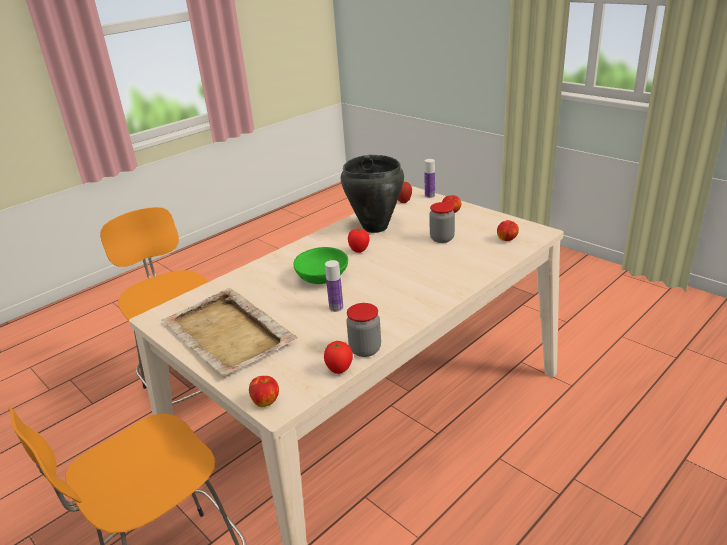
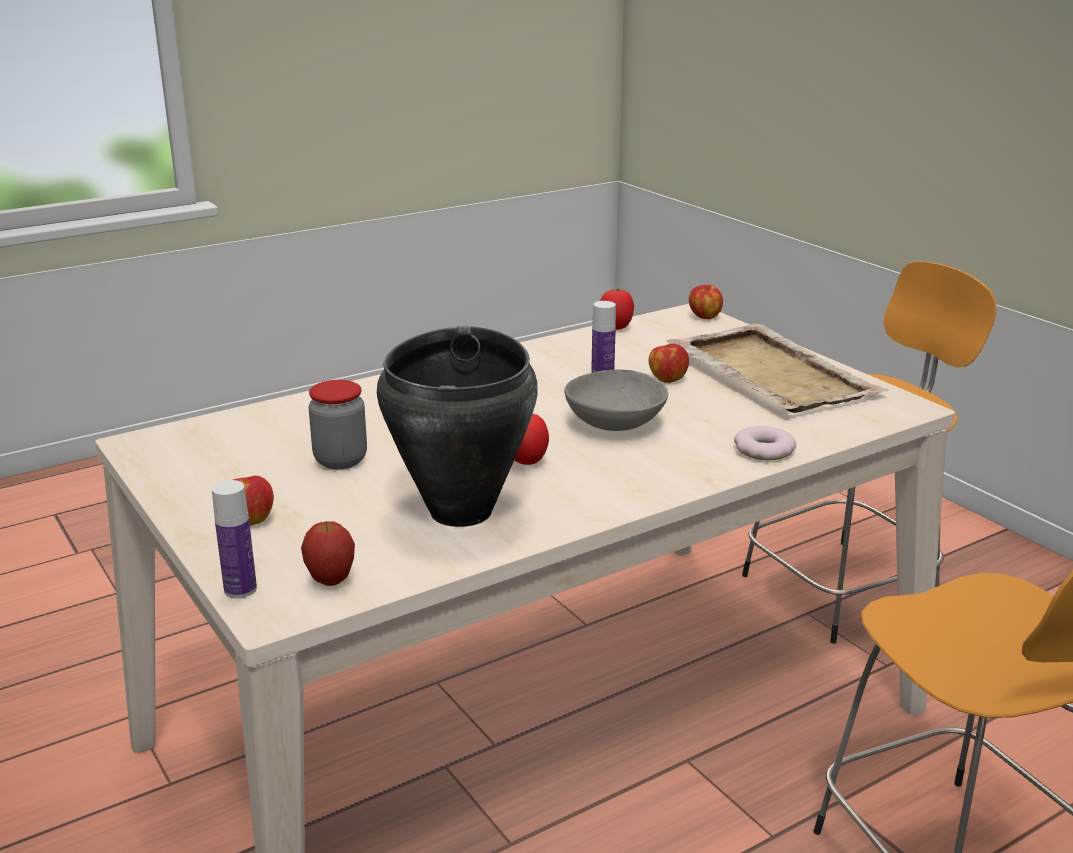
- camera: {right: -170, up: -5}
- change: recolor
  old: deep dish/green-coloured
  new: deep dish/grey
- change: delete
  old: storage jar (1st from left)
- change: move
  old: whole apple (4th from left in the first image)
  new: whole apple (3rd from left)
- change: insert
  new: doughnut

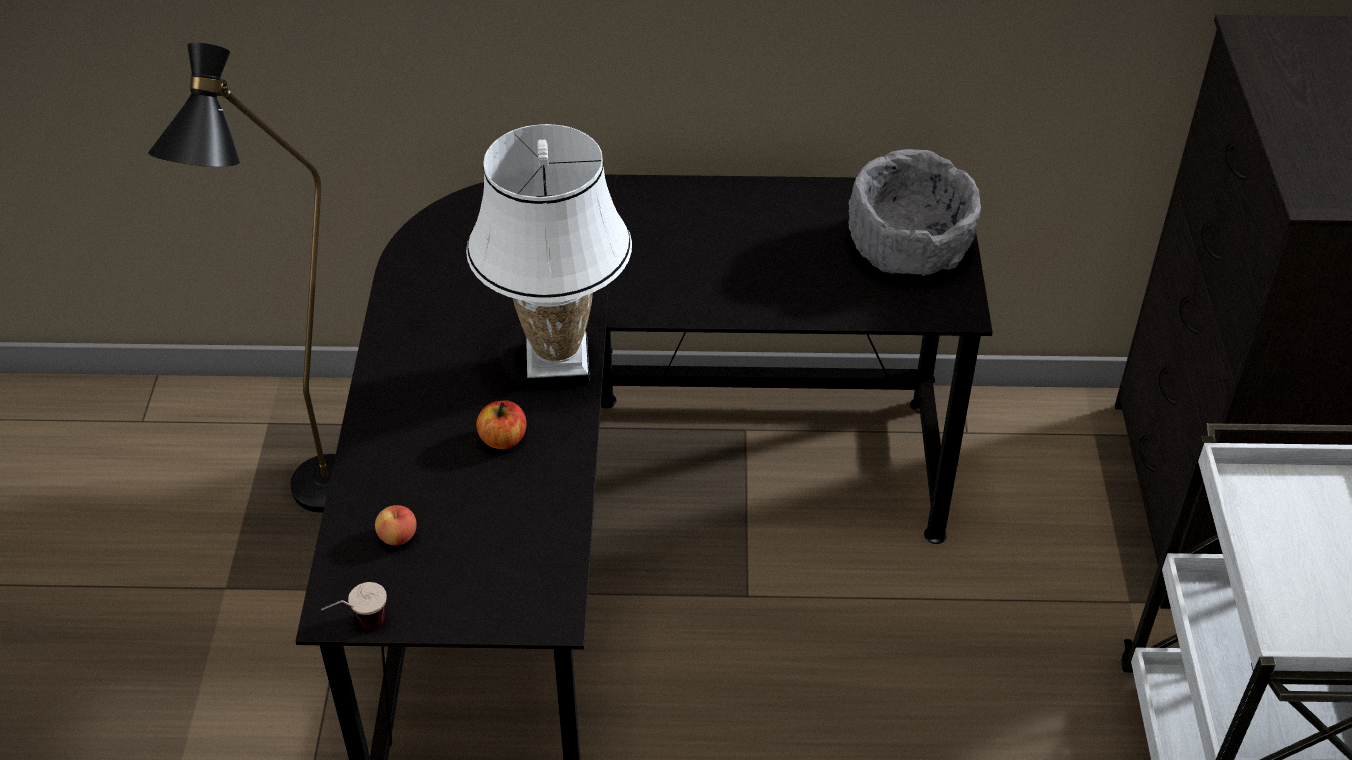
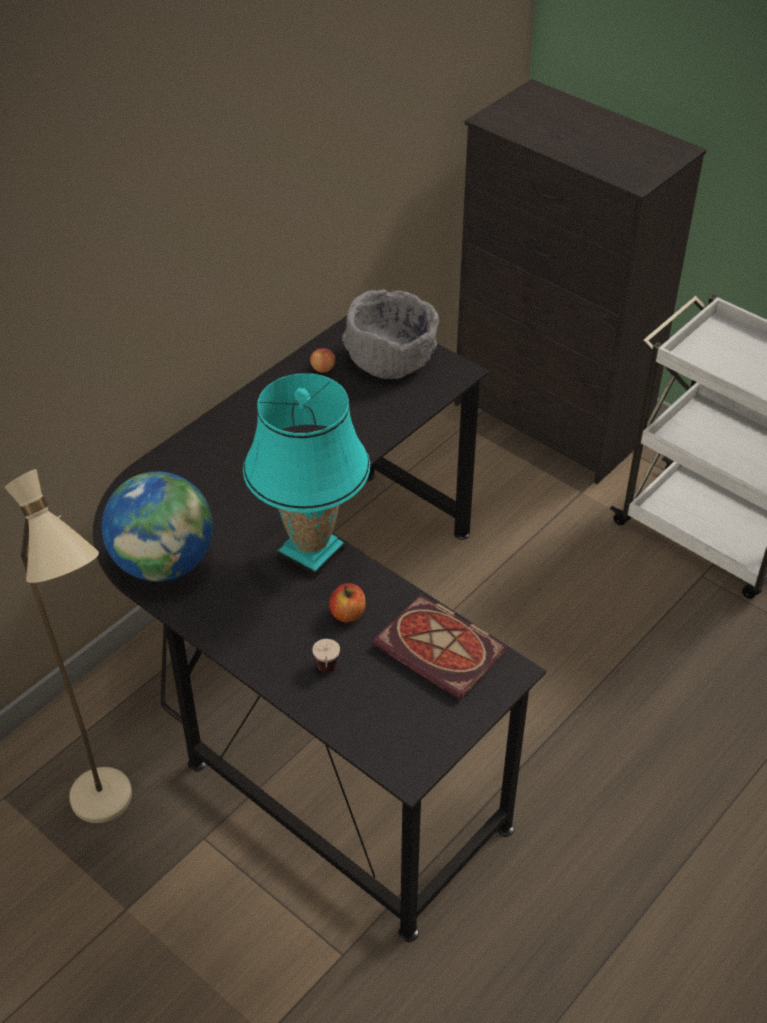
- camera: {right: -50, up: 0}
- change: recolor
  old: standing lamp/black-coloured
  new: standing lamp/beige-coloured
- change: move
  old: small cup
- change: move
  old: whole apple (1st from left)
- change: recolor
  old: lamp for a table/white-coloured
  new: lamp for a table/blue-green
- change: insert
  new: world globe
- change: insert
  new: book

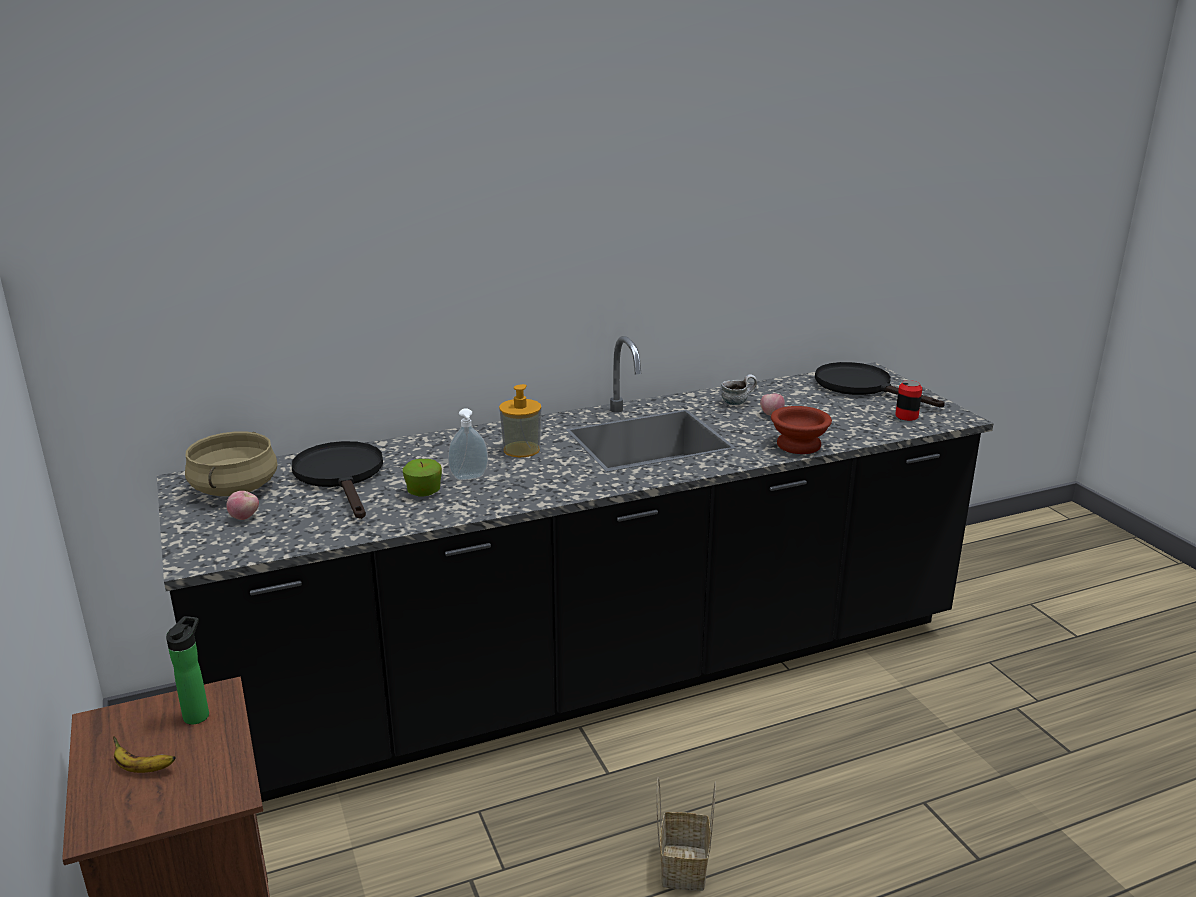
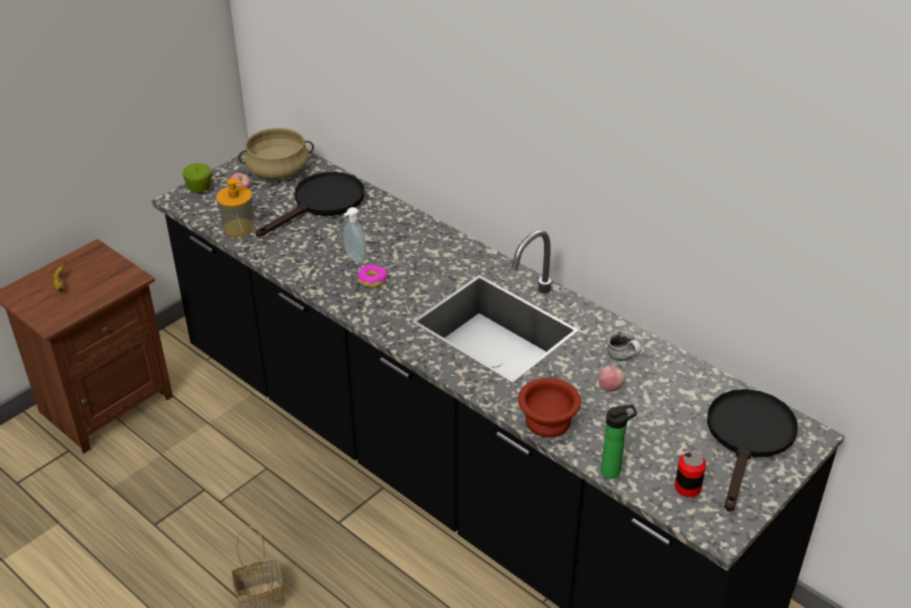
- camera: {right: 65, up: 15}
- change: move
  old: bottle
- change: move
  old: whole apple (2nd from left in the first image)
  new: whole apple (1st from left)
- change: move
  old: liquid soap bottle (2nd from left in the first image)
  new: liquid soap bottle (1st from left)
- change: insert
  new: doughnut

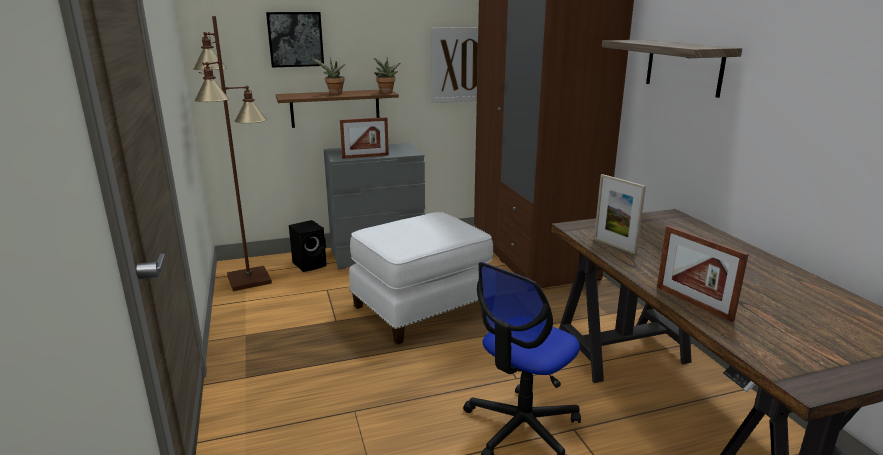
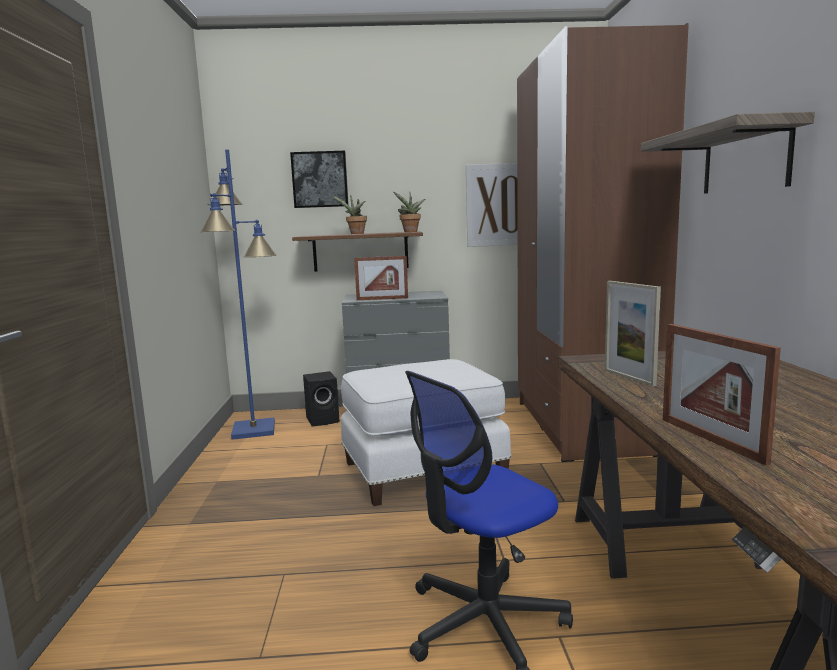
- camera: {right: 15, up: -10}
- change: recolor
  old: standing lamp/brown
  new: standing lamp/blue

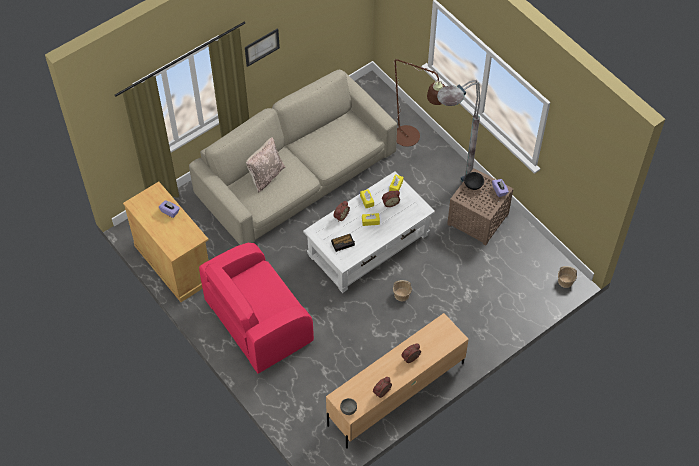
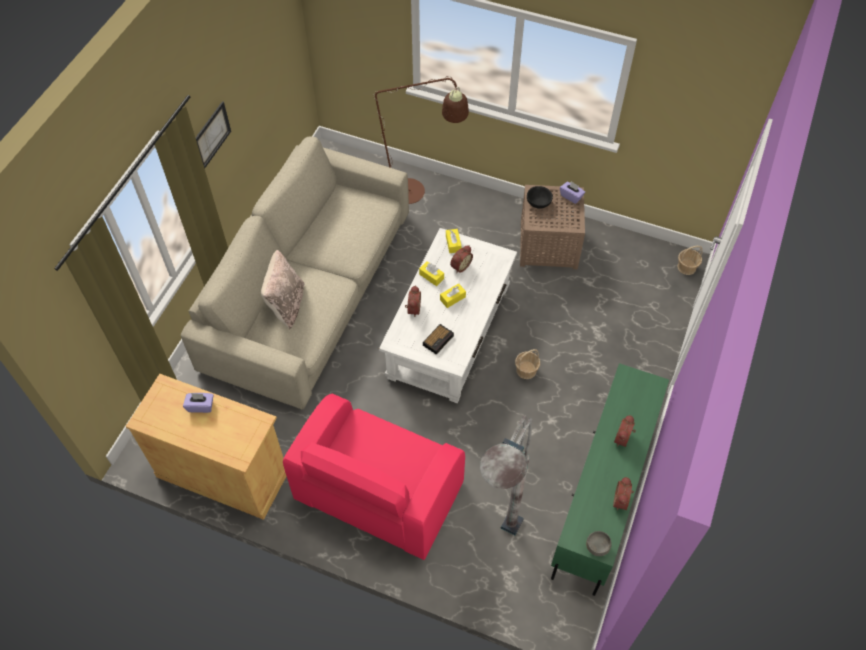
- camera: {right: -30, up: 0}
- change: recolor
  old: tv unit/beige-coloured
  new: tv unit/green-coloured
- change: move
  old: standing lamp/grey

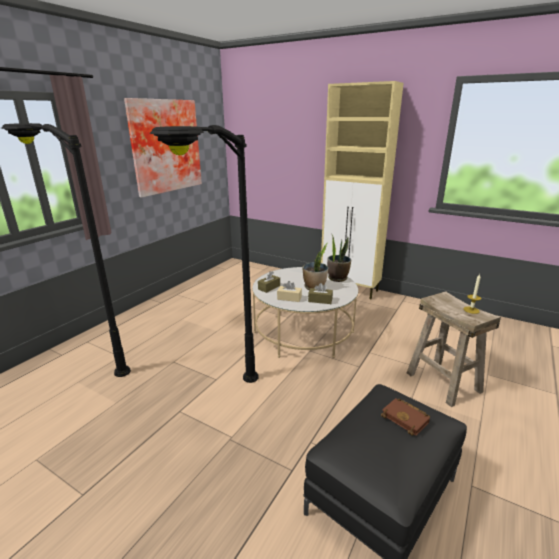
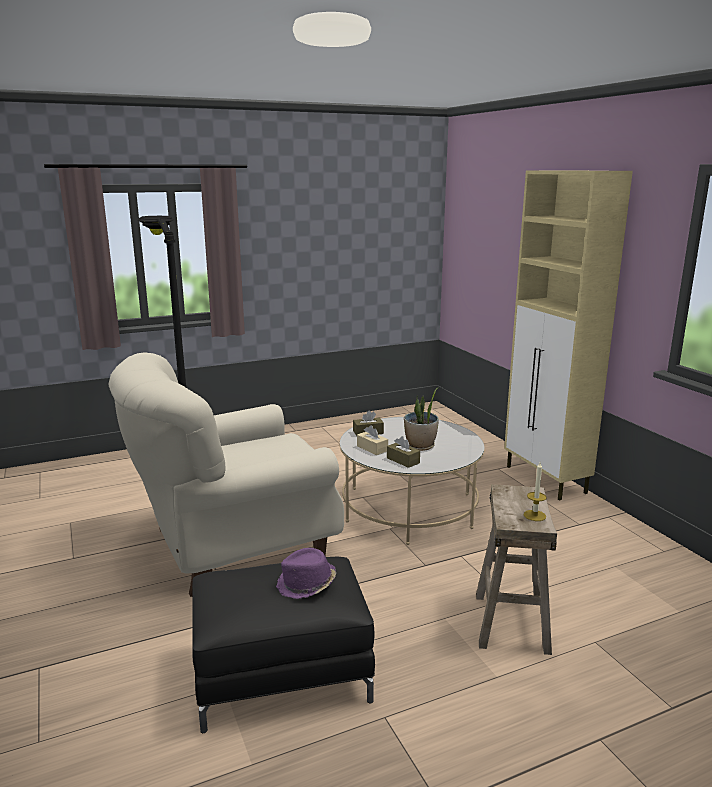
- camera: {right: 35, up: -5}
- change: delete
  old: picture
- change: replace
  old: standing lamp/black-coloured (2nd from left)
  new: armchair/beige-coloured
- change: delete
  old: potted plant (2nd from left)
- change: replace
  old: book/brown
  new: hat/purplish

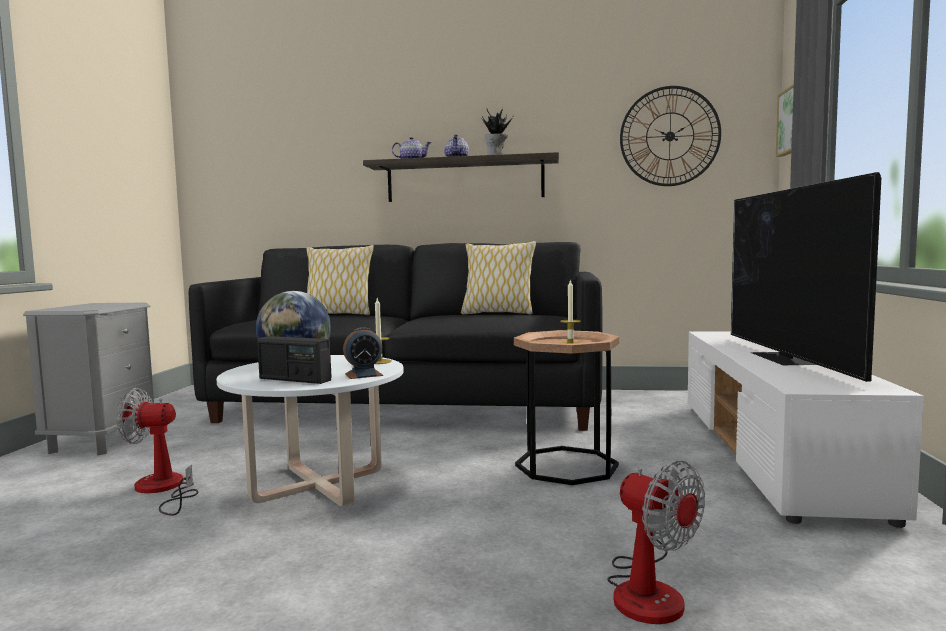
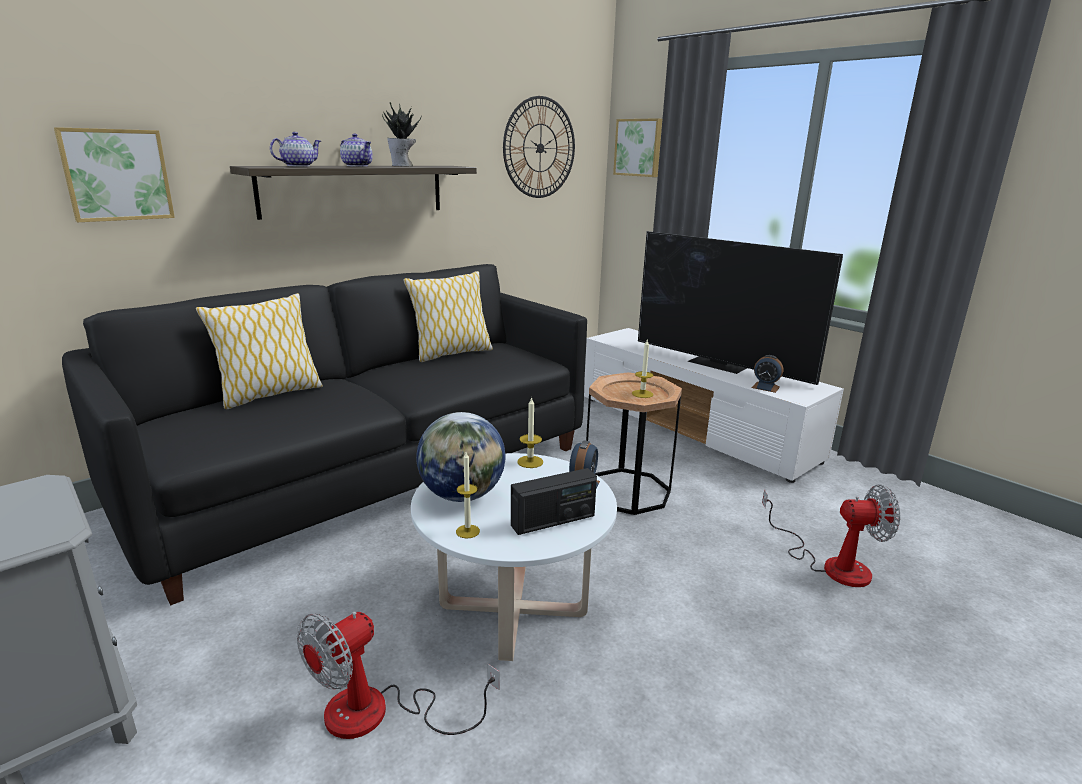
- camera: {right: -50, up: 15}
- change: insert
  new: picture (1st from left)
- change: insert
  new: wax candle (1st from left)
- change: insert
  new: bedside clock (2nd from left)

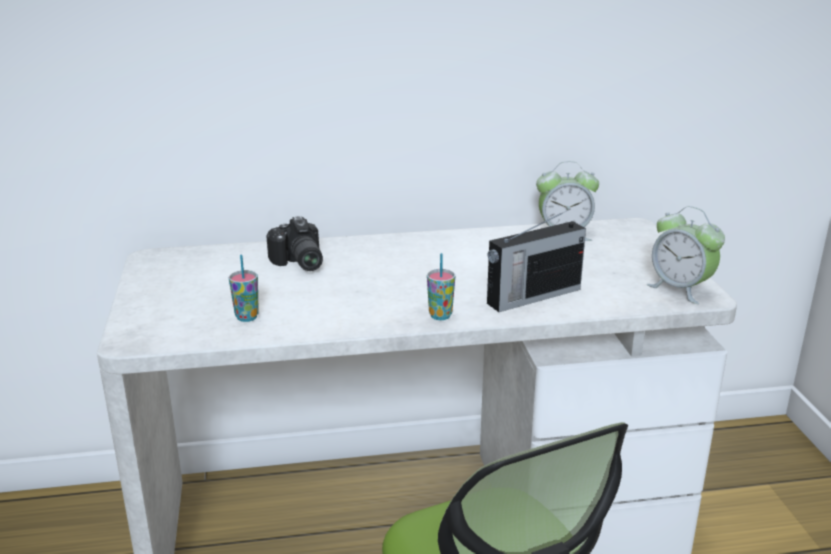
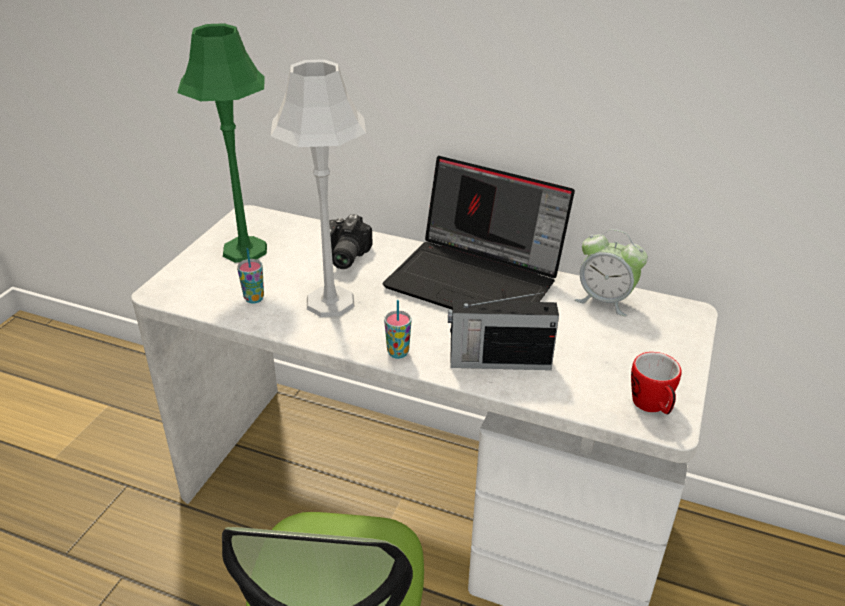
- camera: {right: 30, up: 10}
- change: replace
  old: bedside clock (2nd from left)
  new: tea mug
- change: insert
  new: lamp for a table/green-coloured
- change: insert
  new: lamp for a table/grey
- change: insert
  new: laptop

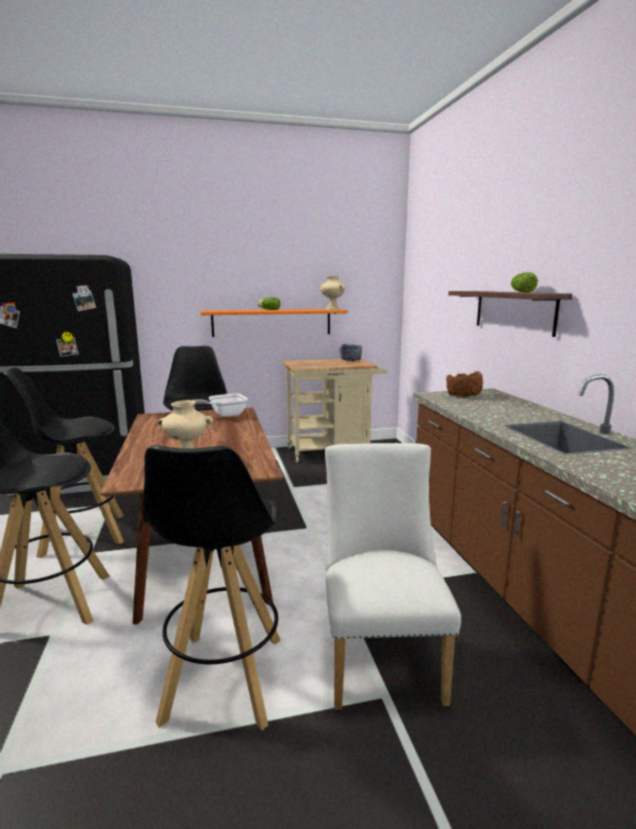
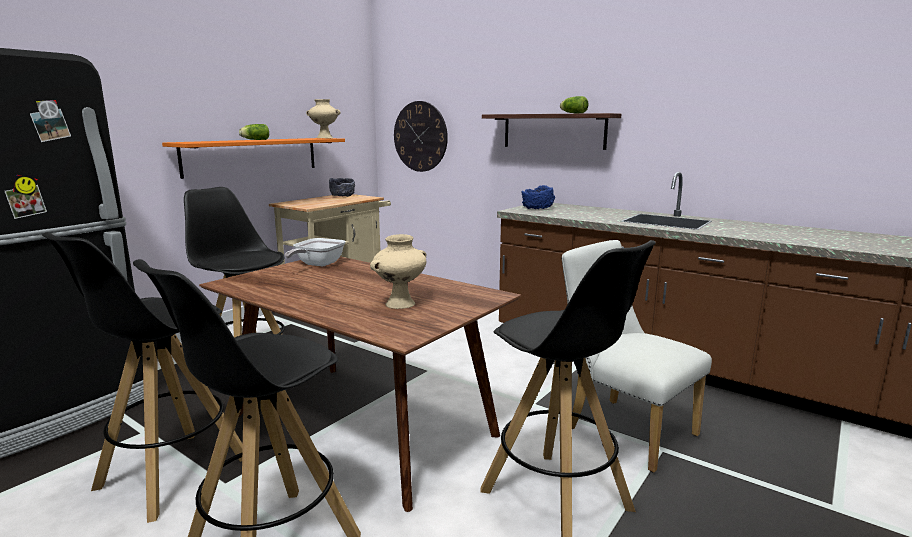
- camera: {right: -40, up: 0}
- change: recolor
  old: deep dish/brown
  new: deep dish/blue
- change: insert
  new: wall clock

